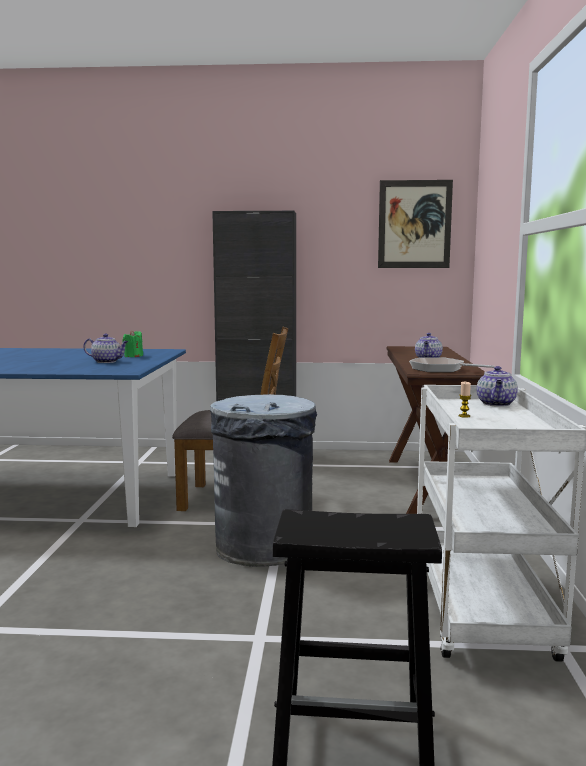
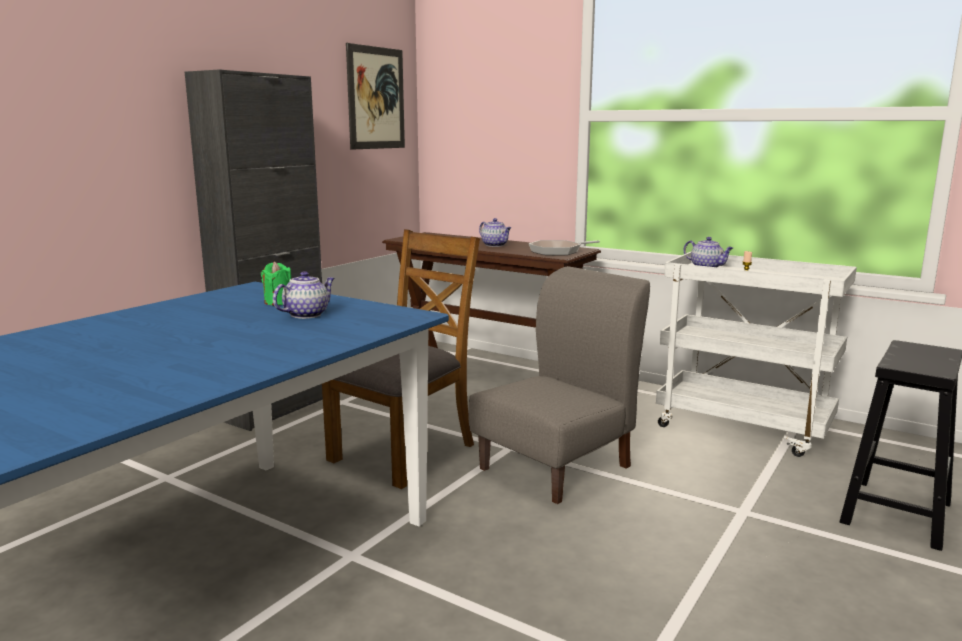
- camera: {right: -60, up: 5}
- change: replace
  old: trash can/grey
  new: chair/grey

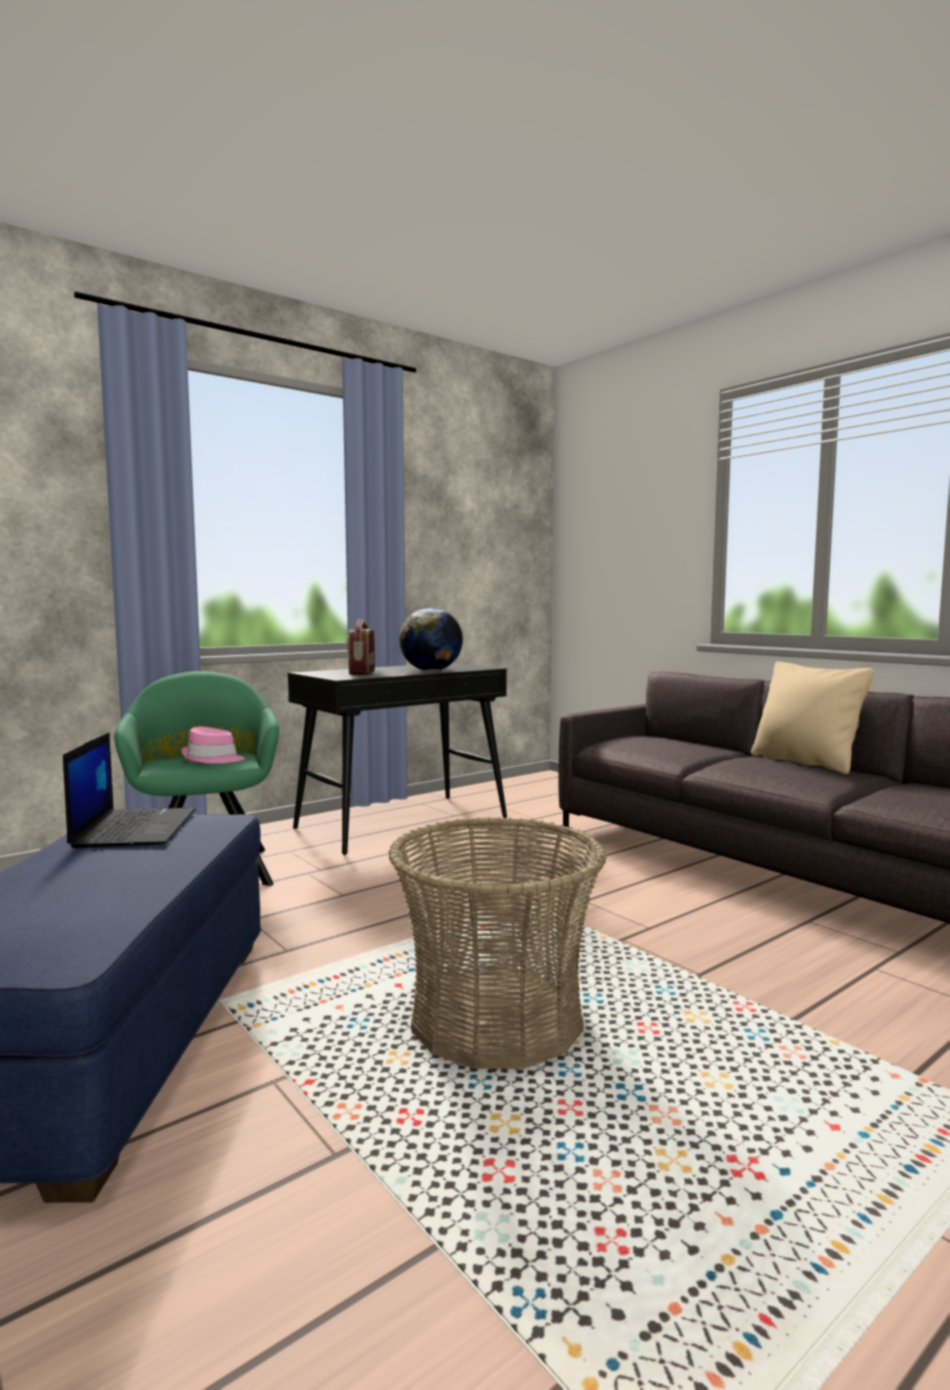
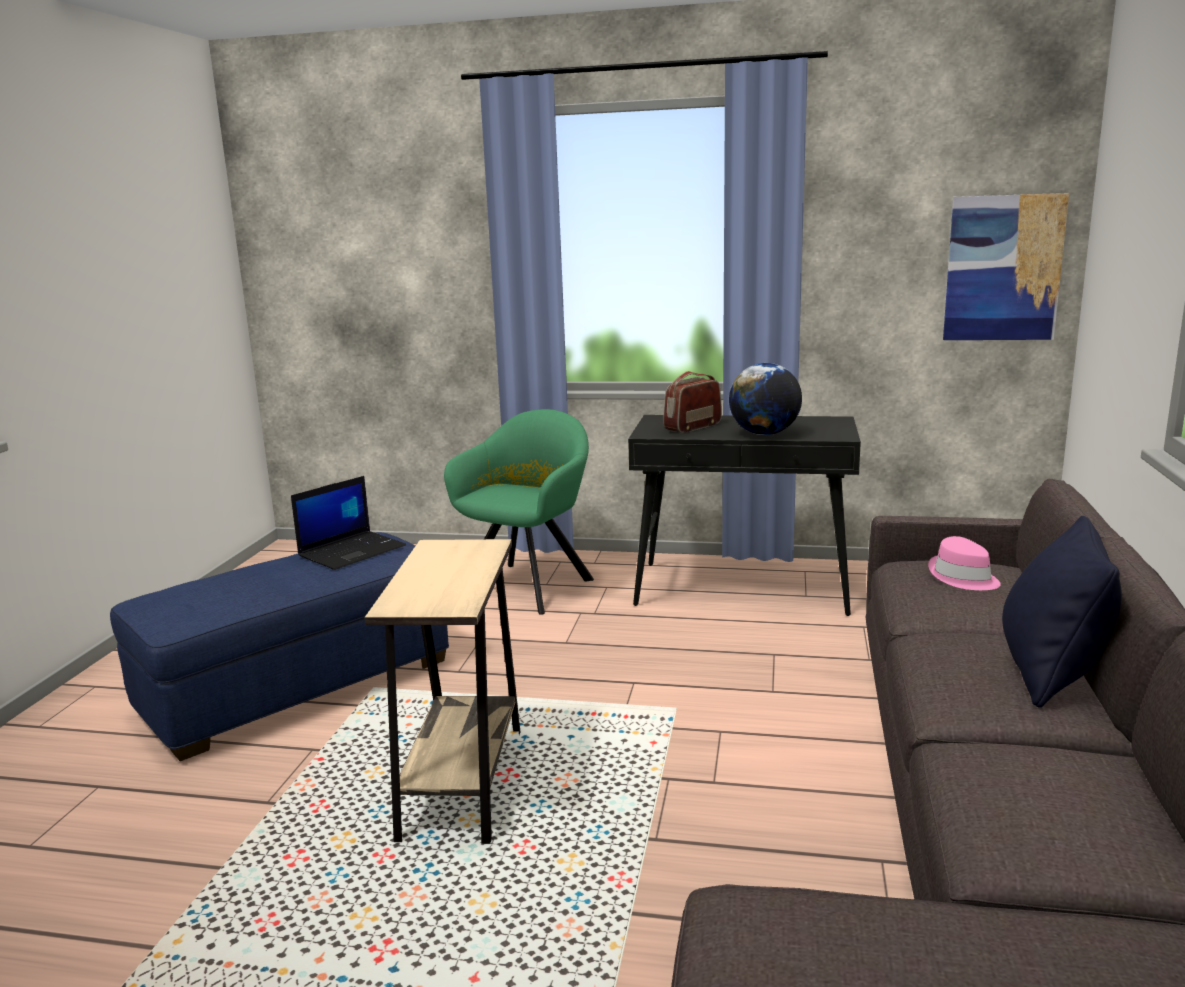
- camera: {right: 50, up: 10}
- change: move
  old: hat/pink-coloured
- change: replace
  old: basket
  new: side table/beige-coloured
- change: recolor
  old: throw pillow/beige-coloured
  new: throw pillow/black-coloured
- change: insert
  new: picture

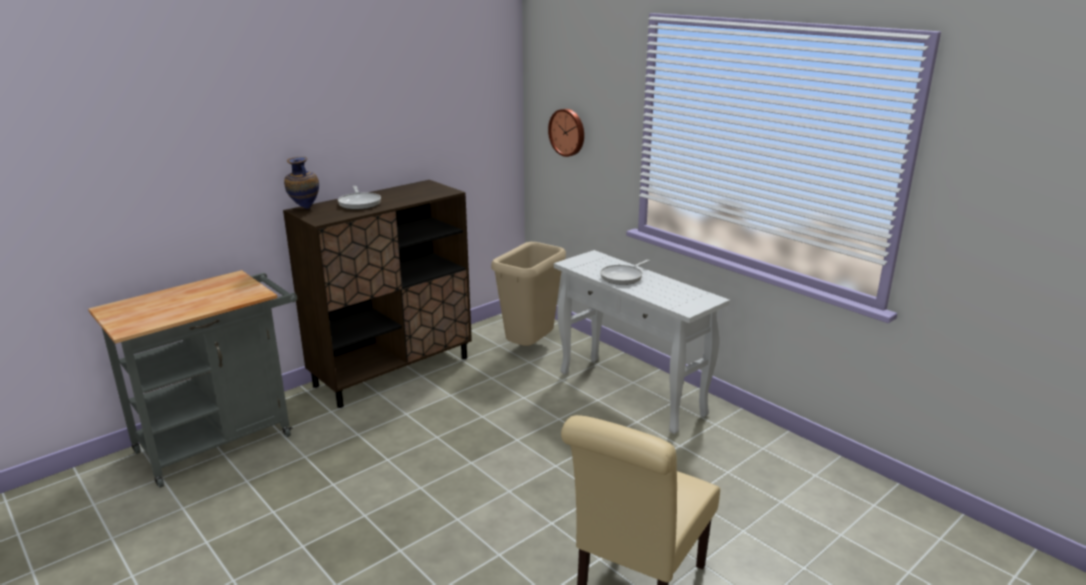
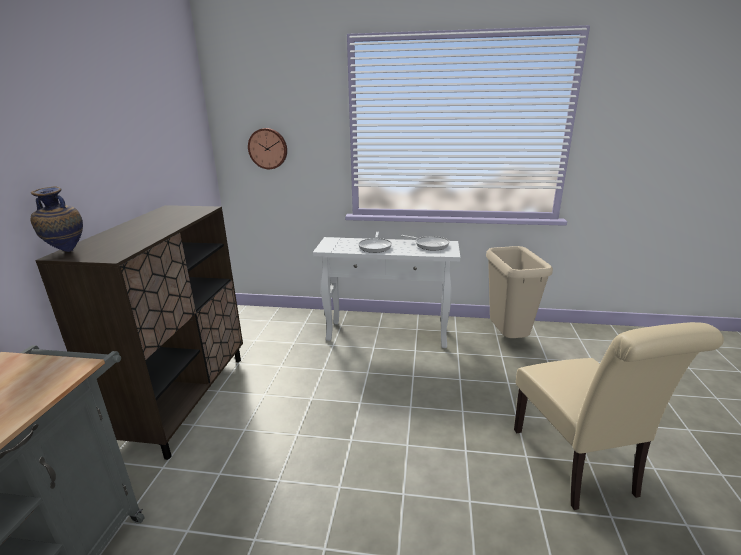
- camera: {right: -40, up: 0}
- change: move
  old: skillet (1st from left in the first image)
  new: skillet (2nd from left)
- change: move
  old: trash can/beige-coloured

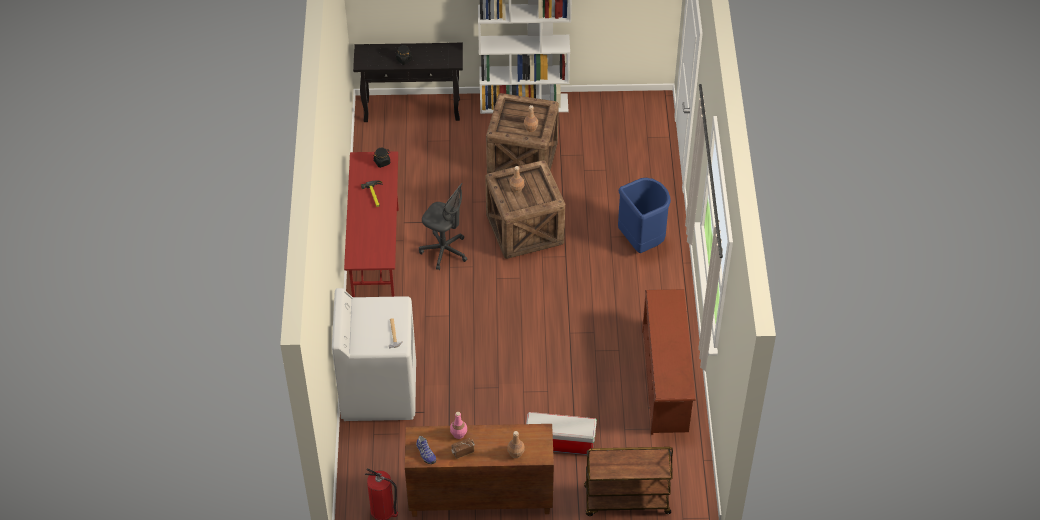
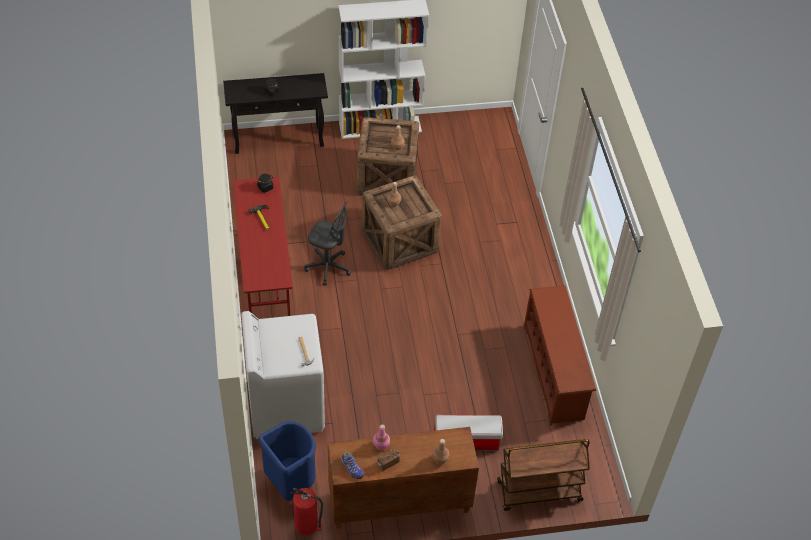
- camera: {right: -10, up: 0}
- change: move
  old: trash can/blue

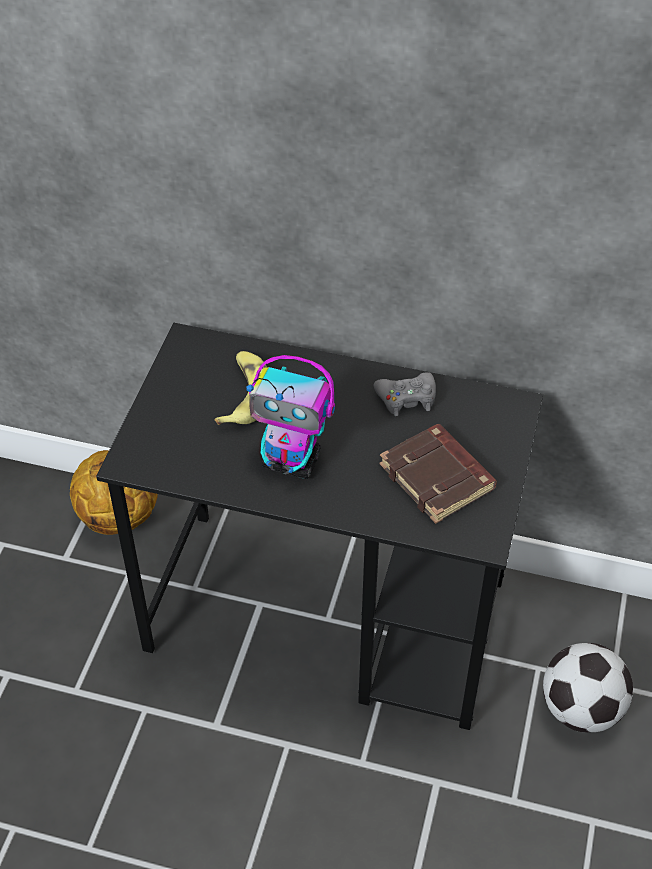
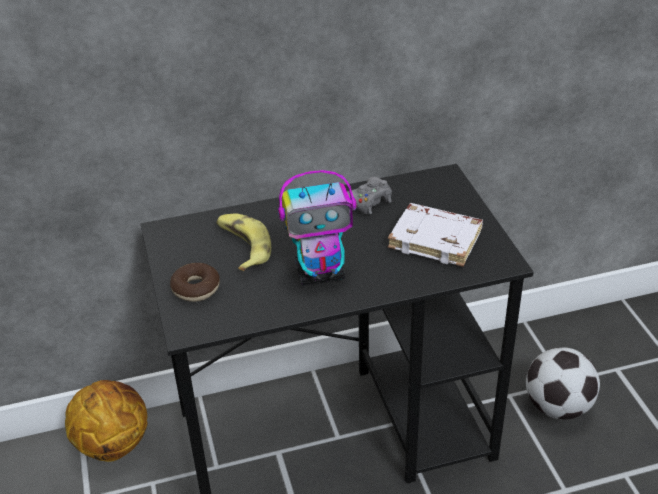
- camera: {right: -30, up: -10}
- change: recolor
  old: book/brown
  new: book/white-coloured
- change: insert
  new: doughnut

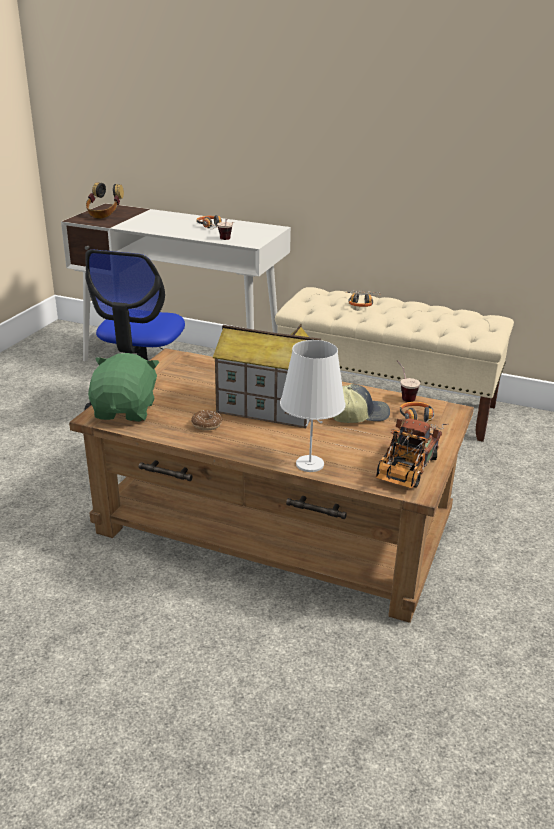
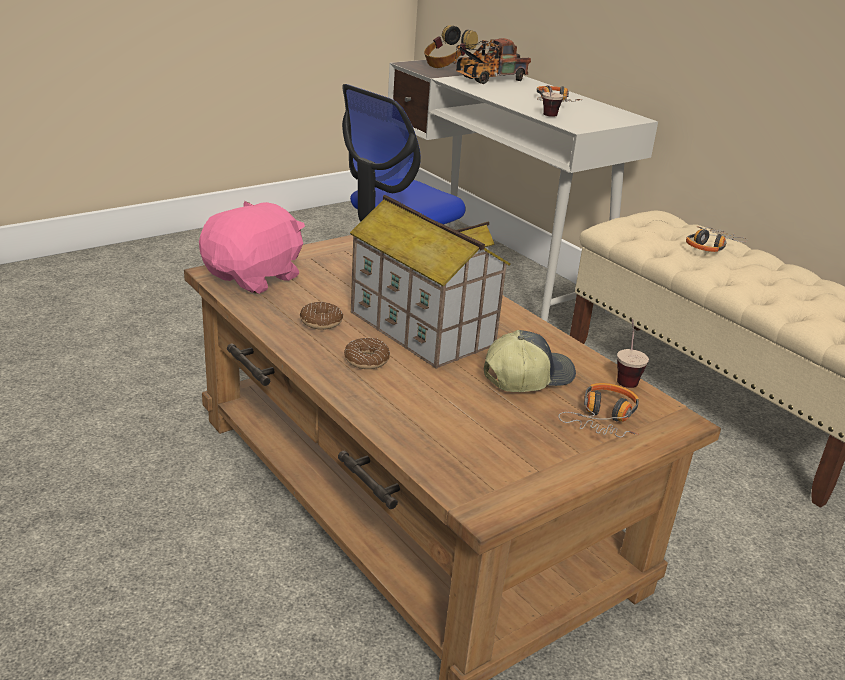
- camera: {right: 30, up: 0}
- change: recolor
  old: soft toy/green-coloured
  new: soft toy/pink-coloured
- change: delete
  old: lamp for a table/white-coloured
- change: rotate
  old: peaked cap
  degrees: -45
- change: move
  old: model truck
- change: insert
  new: doughnut (2nd from left)

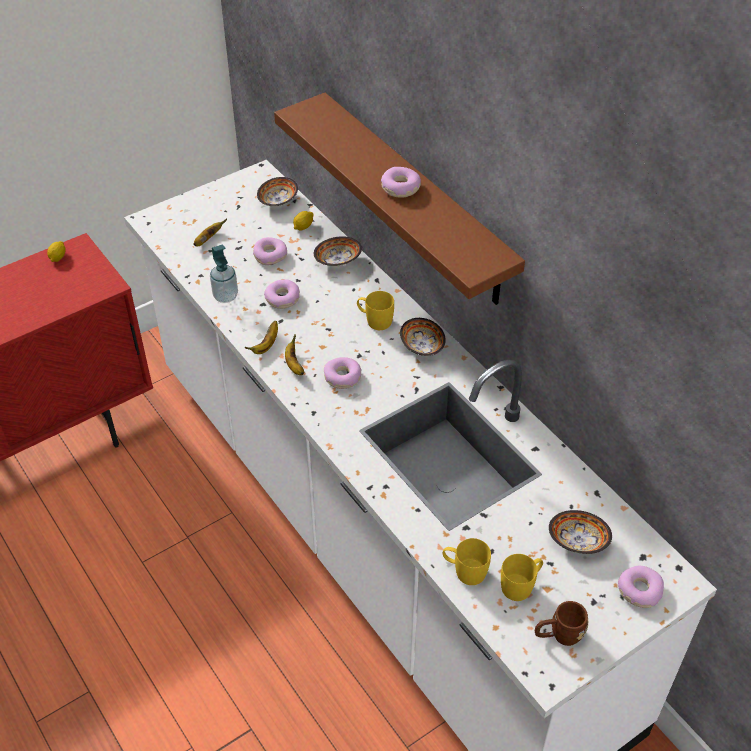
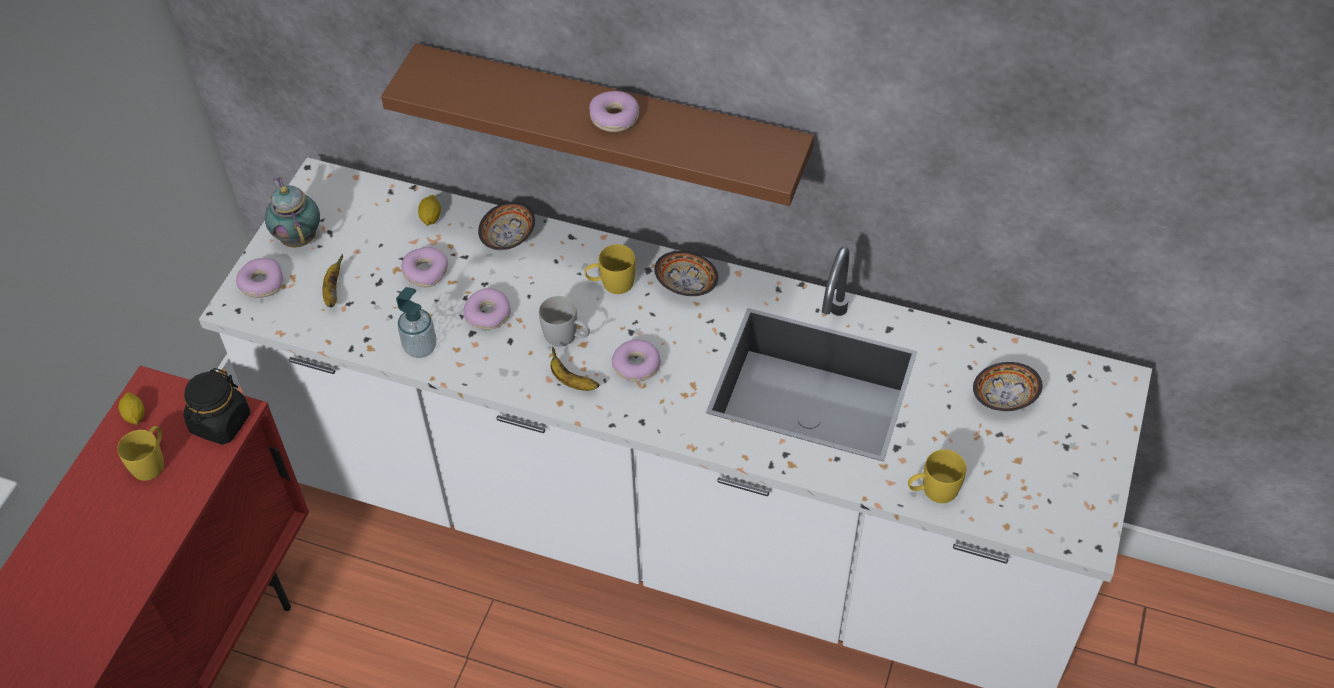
- camera: {right: -35, up: 5}
- change: delete
  old: whole banana (2nd from left)
- change: delete
  old: deep dish (1st from left)
- change: move
  old: tea mug/yellowish (3rd from left in the first image)
  new: tea mug/yellowish (1st from left)
- change: delete
  old: tea mug/brown
- change: move
  old: doughnut (5th from left in the first image)
  new: doughnut (1st from left)
- change: insert
  new: storage jar/black-coloured
- change: insert
  new: pot for tea
- change: insert
  new: tea mug/white-coloured

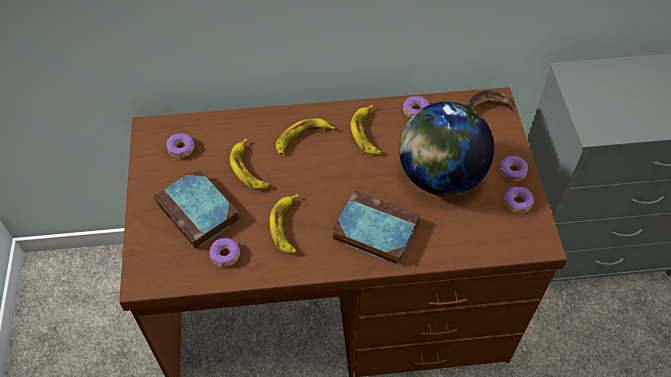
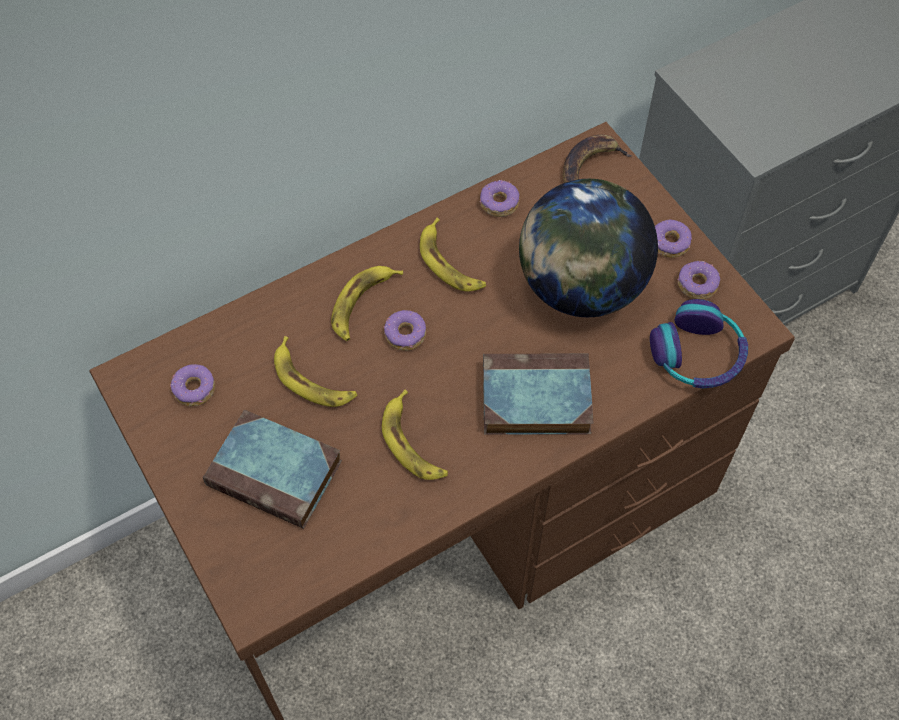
- camera: {right: -25, up: 5}
- change: move
  old: doughnut (2nd from left)
- change: insert
  new: headset

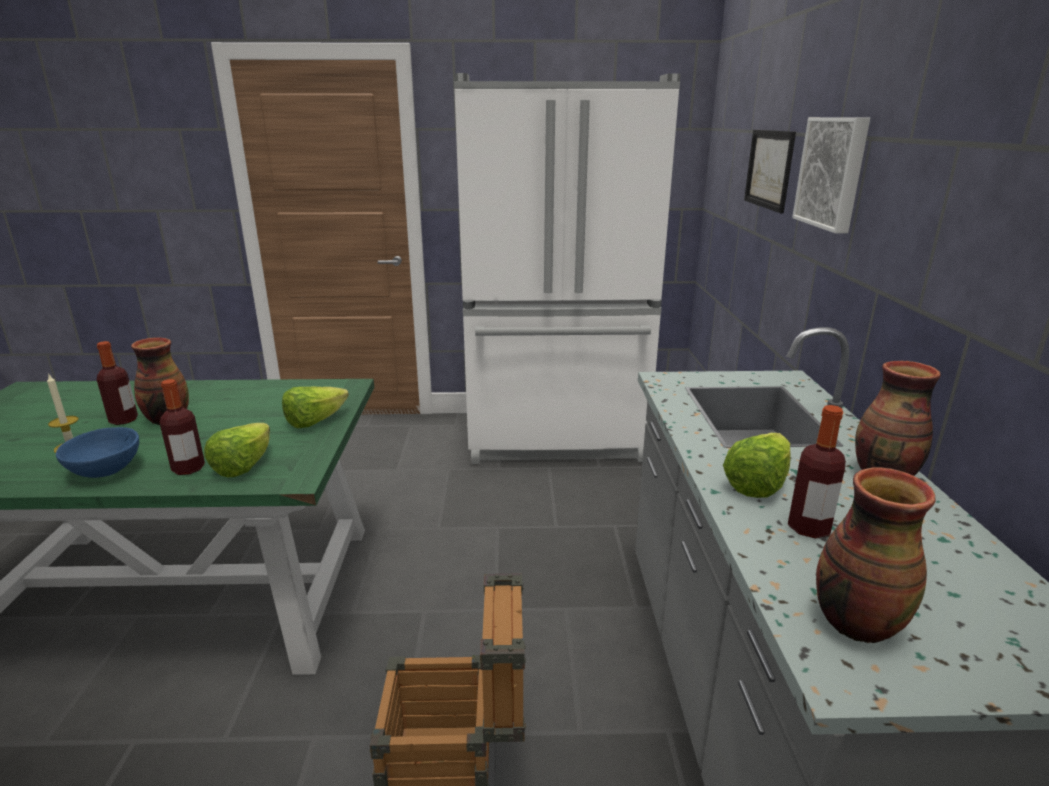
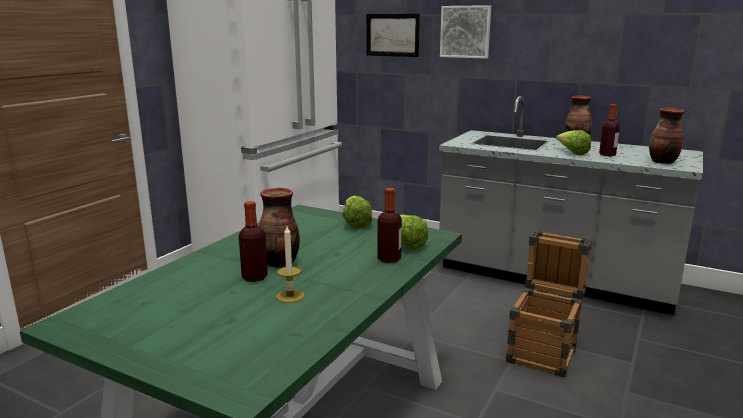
- camera: {right: -60, up: -5}
- change: delete
  old: deep dish/blue

